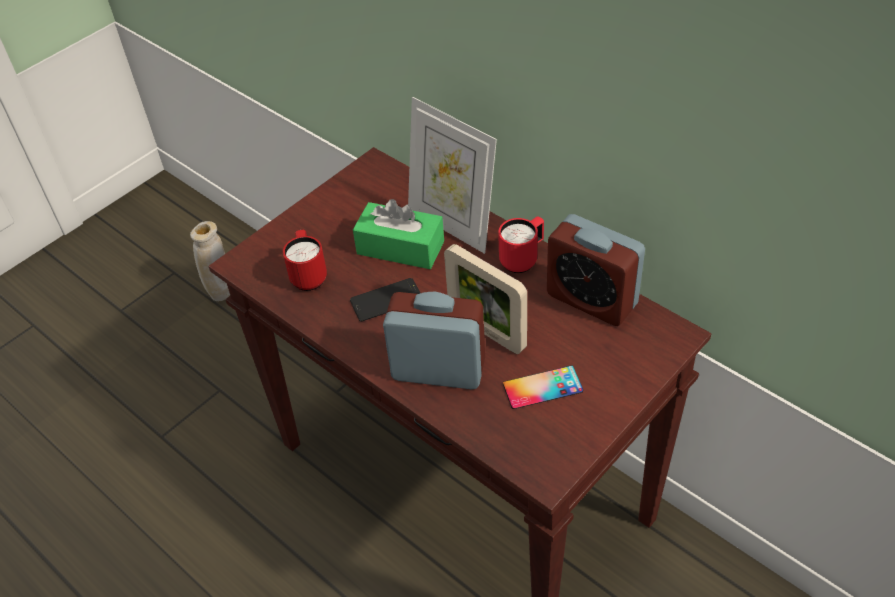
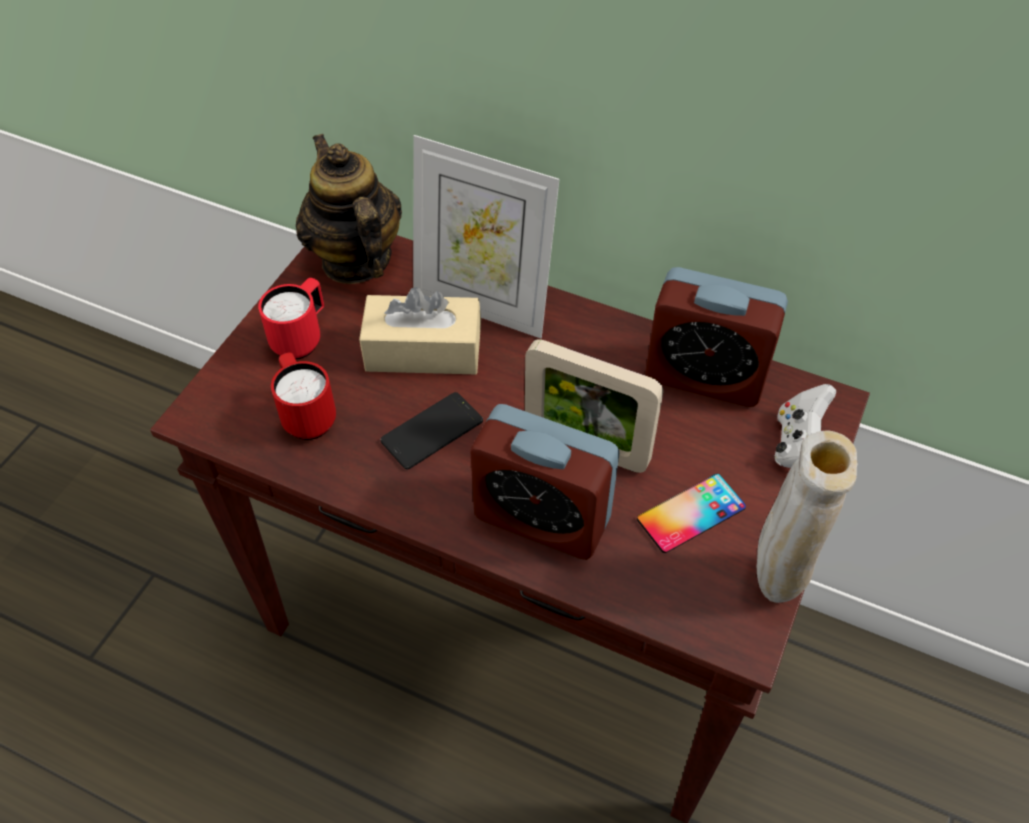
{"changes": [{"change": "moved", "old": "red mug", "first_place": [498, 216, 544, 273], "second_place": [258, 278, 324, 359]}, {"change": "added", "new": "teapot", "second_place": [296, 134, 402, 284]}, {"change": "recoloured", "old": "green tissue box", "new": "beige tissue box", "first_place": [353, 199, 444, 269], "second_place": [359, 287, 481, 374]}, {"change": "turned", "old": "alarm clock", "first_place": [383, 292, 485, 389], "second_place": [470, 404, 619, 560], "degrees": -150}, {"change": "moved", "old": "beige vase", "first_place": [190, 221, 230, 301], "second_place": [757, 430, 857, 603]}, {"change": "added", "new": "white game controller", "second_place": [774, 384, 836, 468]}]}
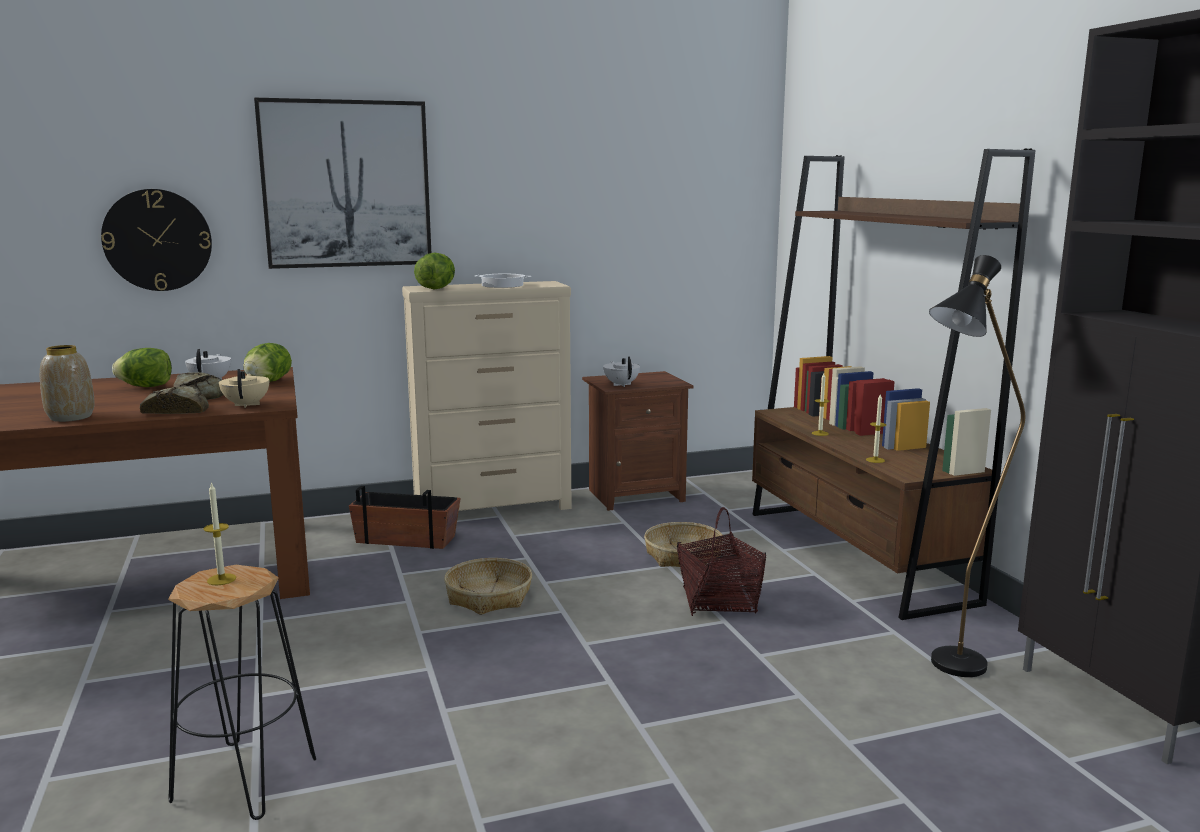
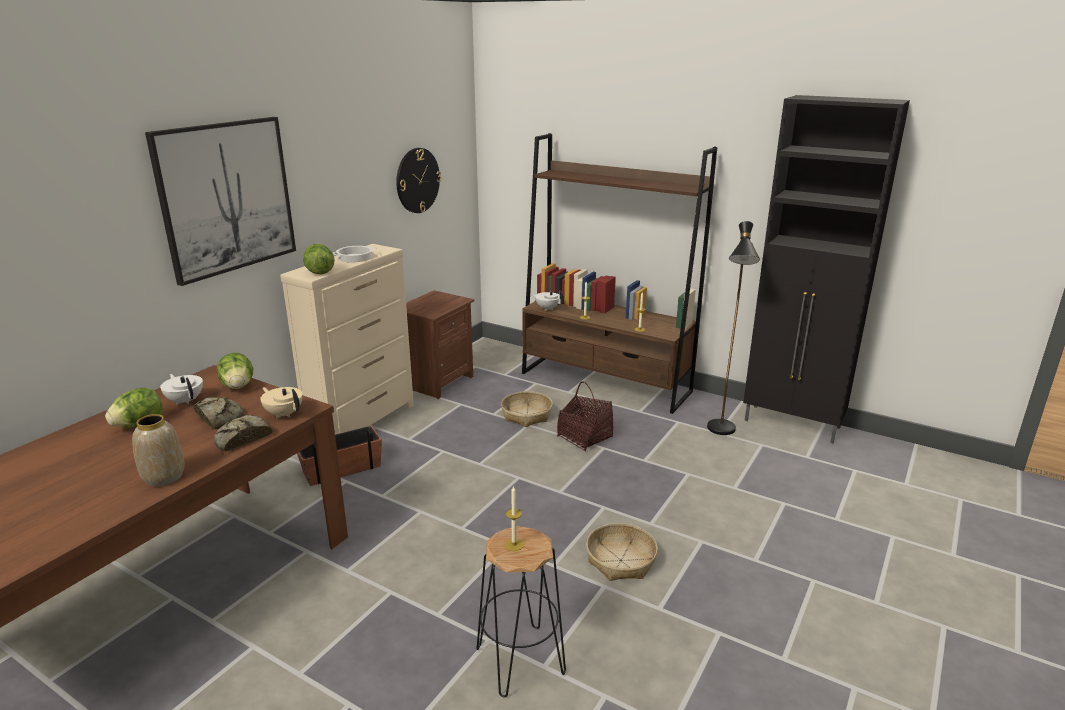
{"changes": [{"change": "moved", "old": "wall clock", "first_place": [101, 189, 212, 291], "second_place": [396, 148, 441, 213]}, {"change": "moved", "old": "white teapot", "first_place": [603, 356, 640, 387], "second_place": [531, 290, 564, 311]}, {"change": "moved", "old": "basket", "first_place": [444, 558, 532, 615], "second_place": [586, 523, 658, 581]}]}
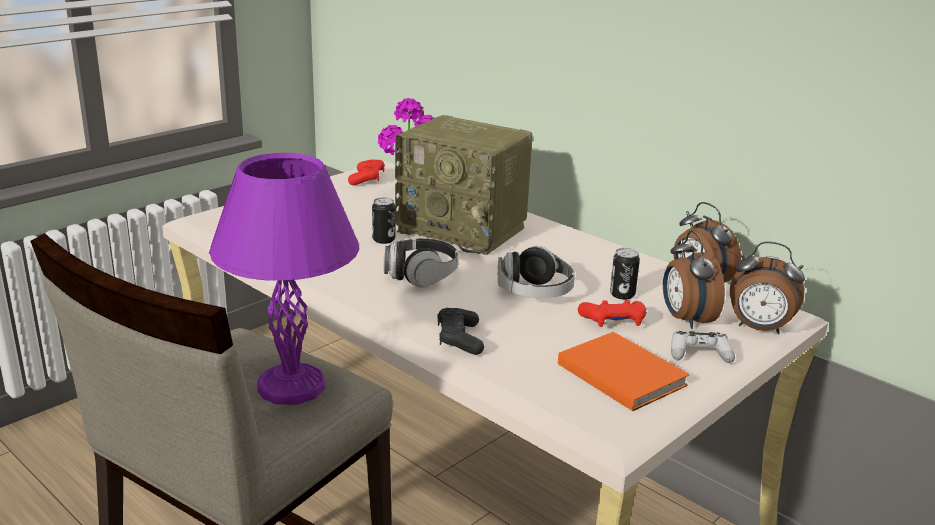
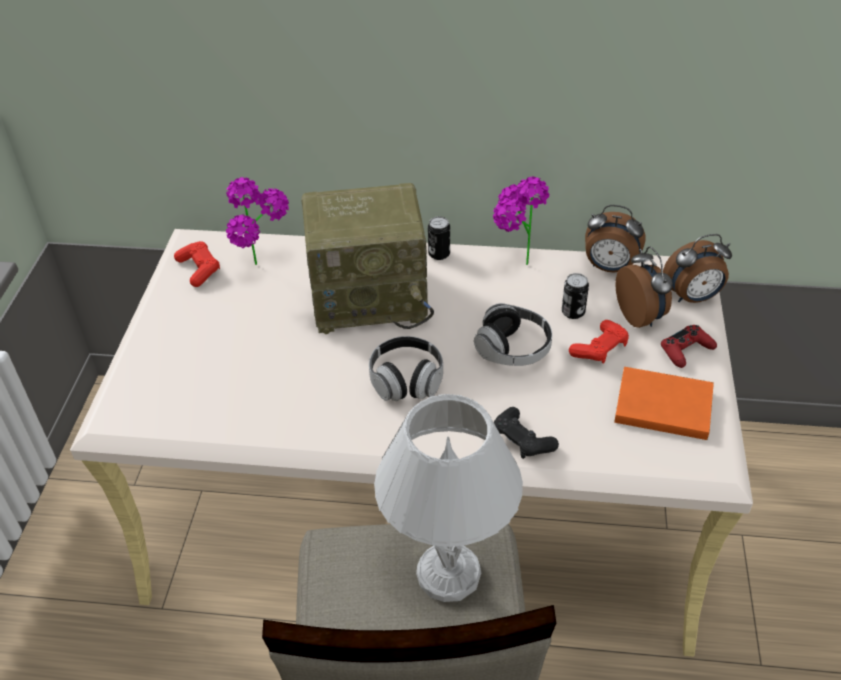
{"changes": [{"change": "recoloured", "old": "purple table lamp", "new": "white table lamp", "first_place": [209, 153, 359, 405], "second_place": [374, 394, 523, 602]}, {"change": "moved", "old": "can", "first_place": [372, 197, 395, 244], "second_place": [428, 216, 450, 260]}, {"change": "added", "new": "potted plant", "second_place": [493, 176, 549, 265]}, {"change": "turned", "old": "alarm clock", "first_place": [663, 231, 725, 329], "second_place": [615, 246, 673, 328], "degrees": -150}, {"change": "recoloured", "old": "white game controller", "new": "red game controller", "first_place": [671, 331, 735, 363], "second_place": [661, 325, 717, 368]}]}
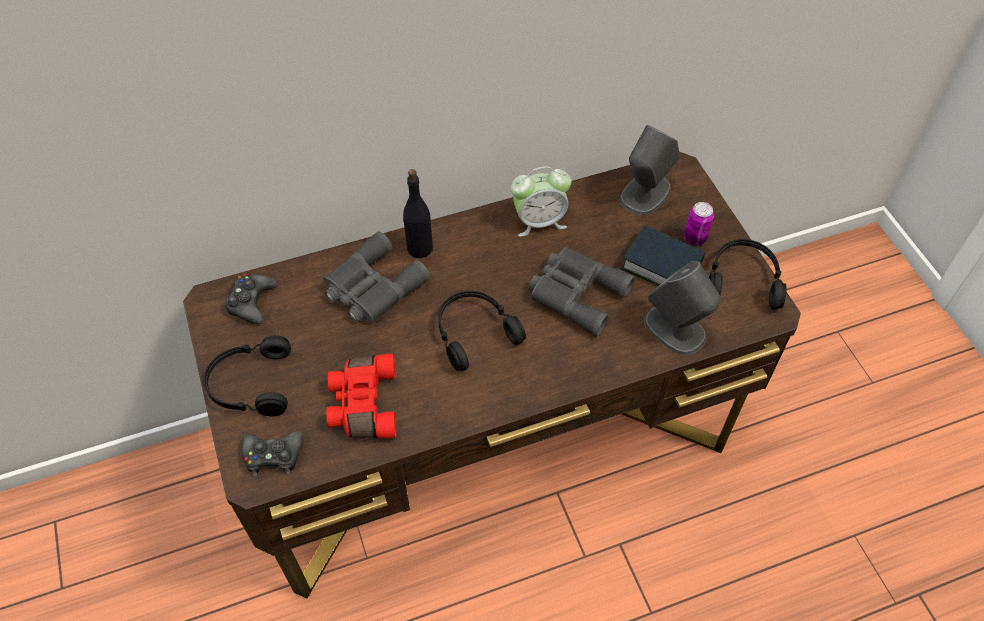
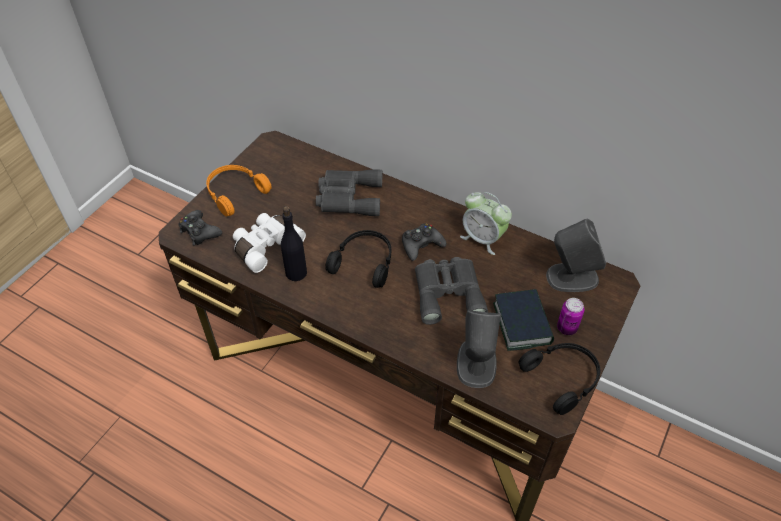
{"changes": [{"change": "recoloured", "old": "black headphones", "new": "orange headphones", "first_place": [204, 335, 291, 416], "second_place": [206, 165, 272, 216]}, {"change": "recoloured", "old": "red binoculars", "new": "white binoculars", "first_place": [326, 354, 396, 438], "second_place": [233, 213, 306, 273]}, {"change": "moved", "old": "black bottle", "first_place": [403, 169, 433, 258], "second_place": [281, 206, 307, 281]}, {"change": "moved", "old": "black game controller", "first_place": [225, 274, 277, 324], "second_place": [402, 223, 446, 261]}]}
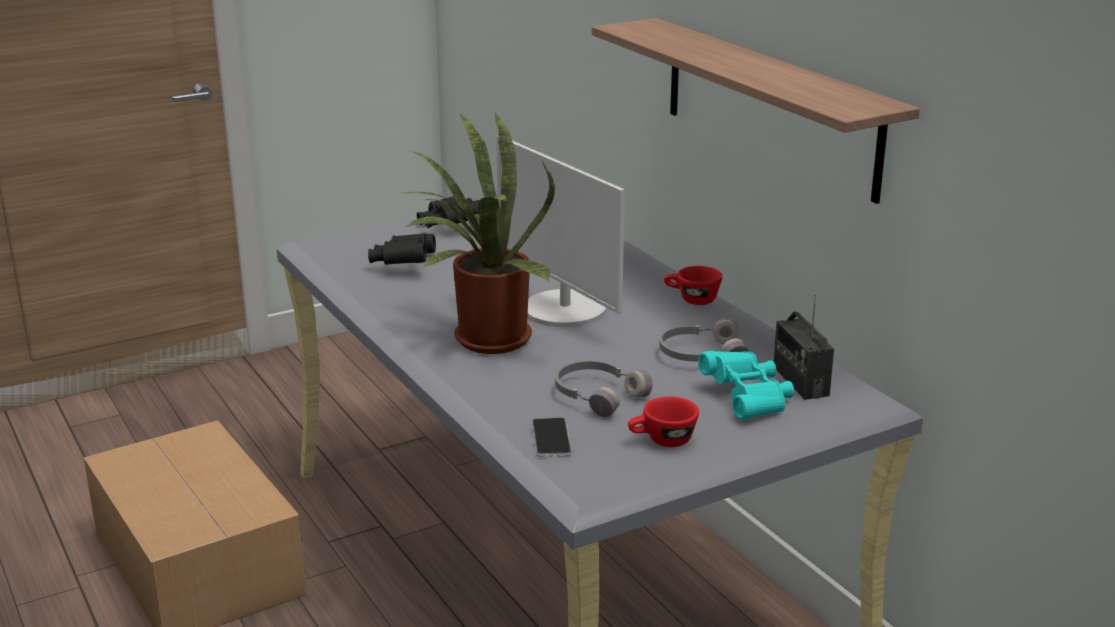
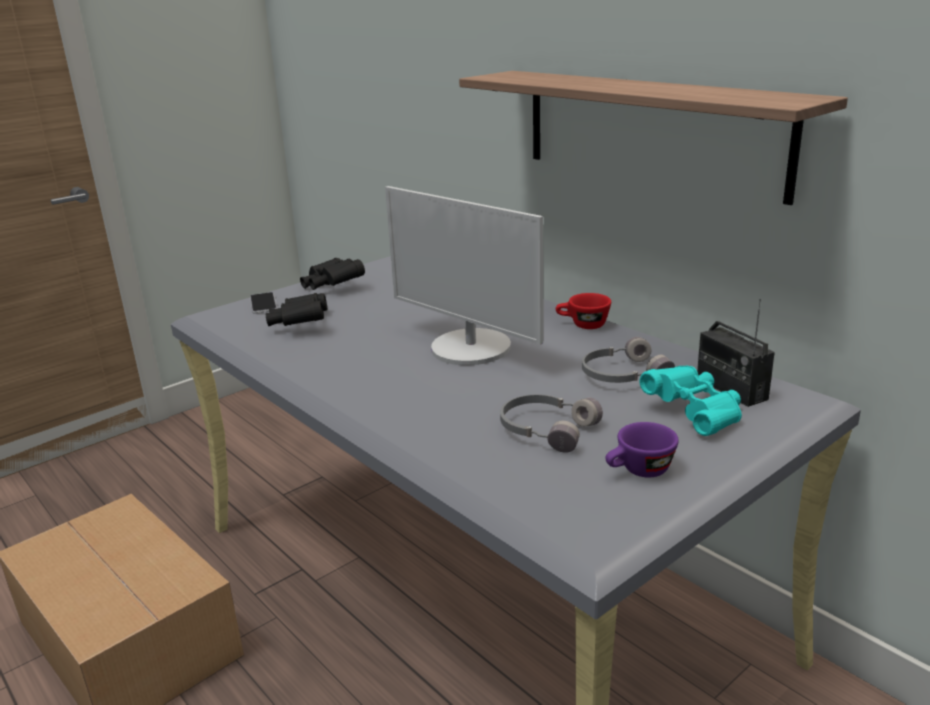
{"changes": [{"change": "moved", "old": "phone", "first_place": [532, 418, 572, 457], "second_place": [250, 292, 277, 314]}, {"change": "recoloured", "old": "red cup", "new": "purple cup", "first_place": [628, 396, 699, 447], "second_place": [606, 422, 679, 478]}, {"change": "removed", "old": "potted plant", "first_place": [405, 112, 555, 354]}]}
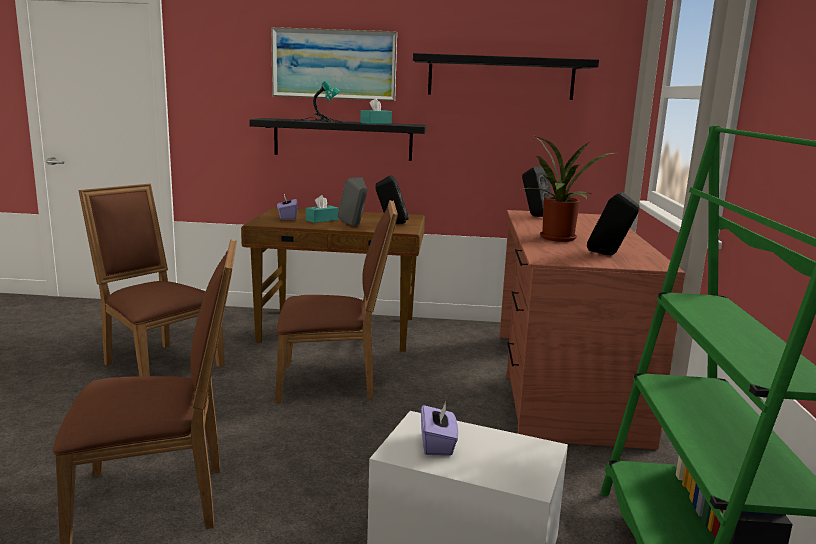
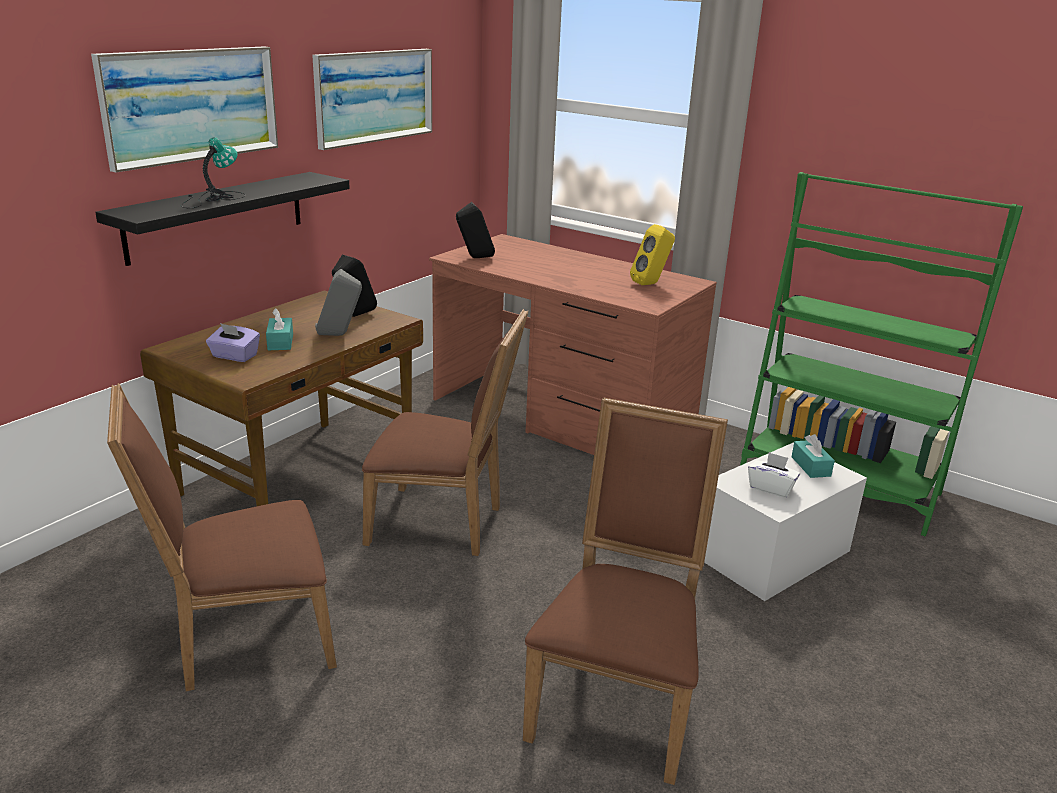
{"changes": [{"change": "replaced", "old": "black shelf", "new": "picture", "first_place": [413, 53, 599, 100], "second_place": [312, 49, 432, 150]}, {"change": "turned", "old": "brown chair", "first_place": [275, 200, 398, 403], "second_place": [362, 309, 528, 556], "degrees": 75}, {"change": "recoloured", "old": "black speaker", "new": "yellow speaker", "first_place": [587, 191, 639, 255], "second_place": [630, 224, 675, 285]}, {"change": "recoloured", "old": "purple tissue box", "new": "white tissue box", "first_place": [421, 402, 458, 456], "second_place": [748, 452, 800, 498]}, {"change": "moved", "old": "turquoise tissue box", "first_place": [360, 98, 392, 124], "second_place": [792, 434, 835, 478]}, {"change": "removed", "old": "potted plant", "first_place": [519, 136, 615, 242]}]}
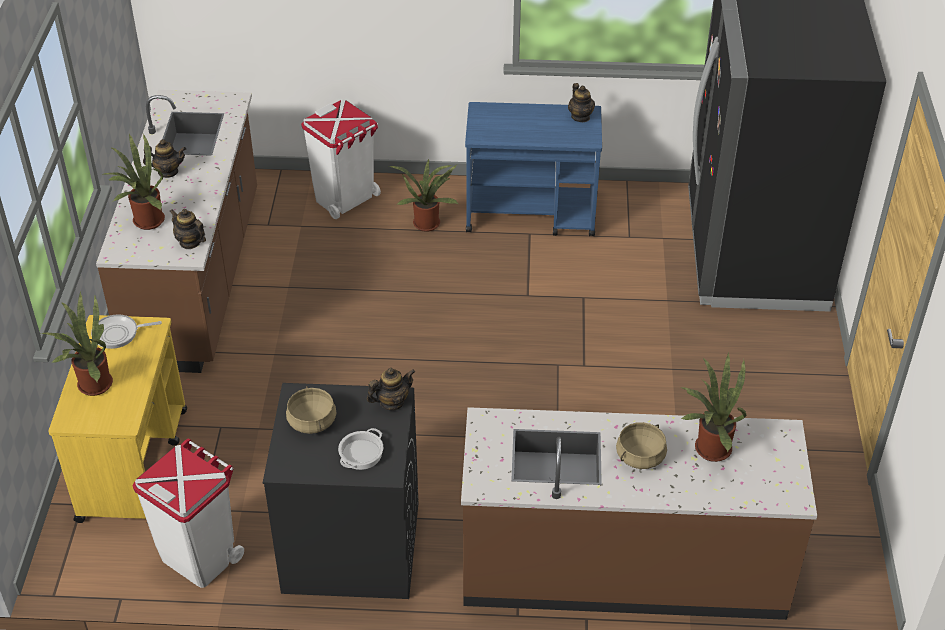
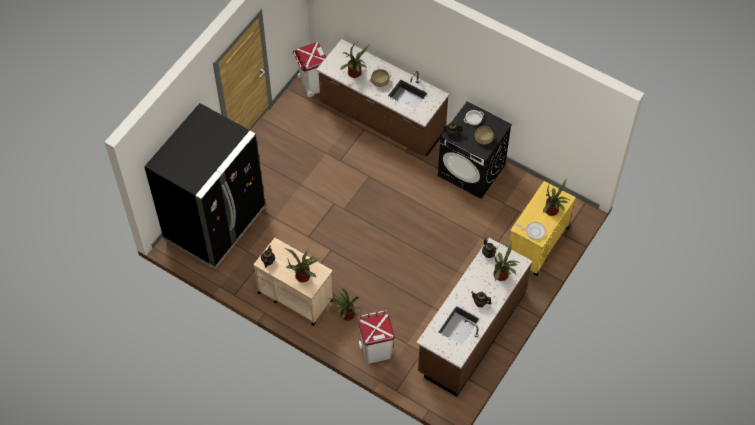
{"changes": [{"change": "recoloured", "old": "blue cart", "new": "beige cart", "first_place": [465, 102, 602, 236], "second_place": [253, 238, 333, 326]}, {"change": "added", "new": "potted plant", "second_place": [285, 248, 320, 283]}, {"change": "moved", "old": "white trash can", "first_place": [133, 438, 244, 588], "second_place": [293, 42, 326, 97]}]}
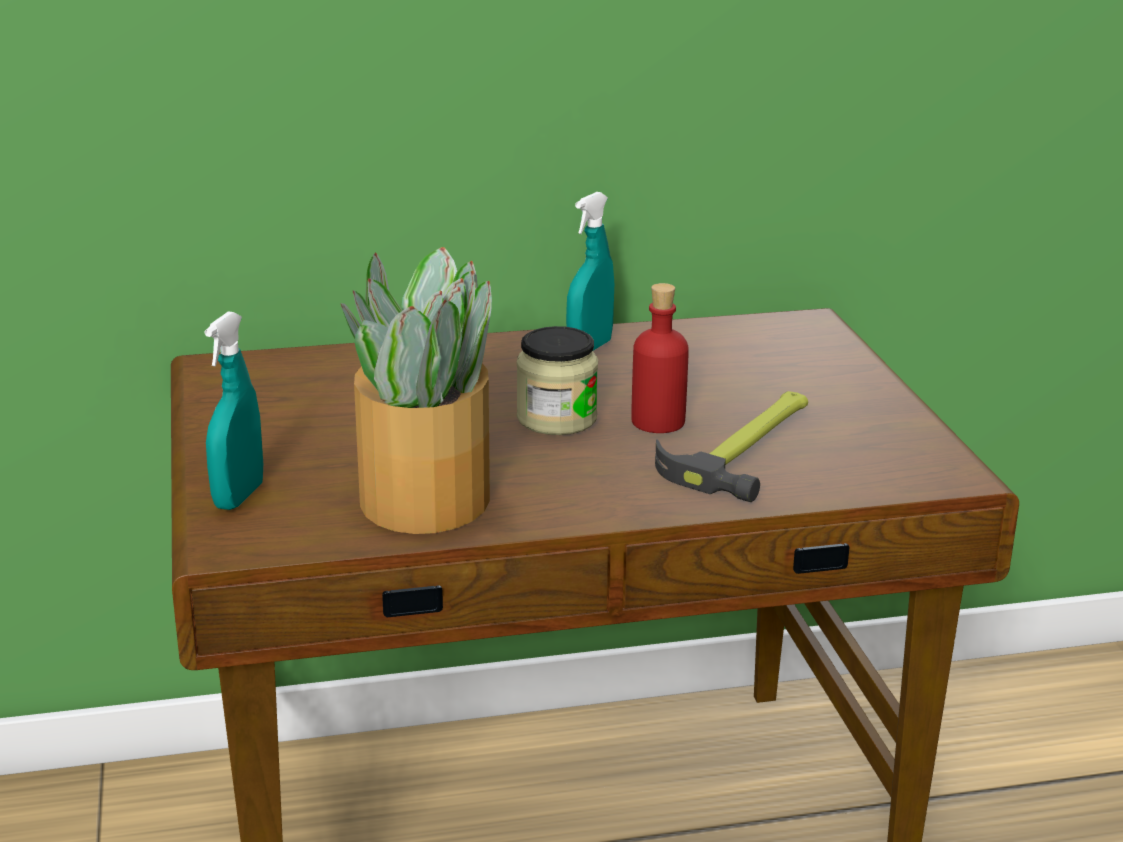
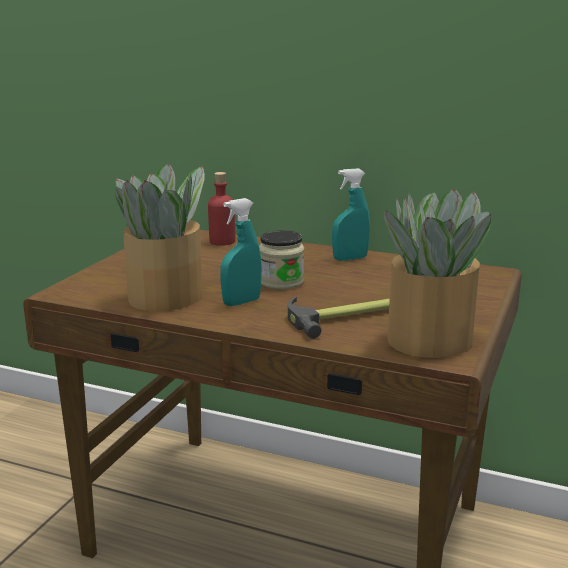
{"changes": [{"change": "moved", "old": "red bottle", "first_place": [632, 283, 689, 433], "second_place": [208, 172, 236, 246]}, {"change": "moved", "old": "turquoise spray bottle", "first_place": [205, 312, 263, 510], "second_place": [220, 198, 262, 306]}, {"change": "added", "new": "potted plant", "second_place": [384, 189, 491, 358]}]}
